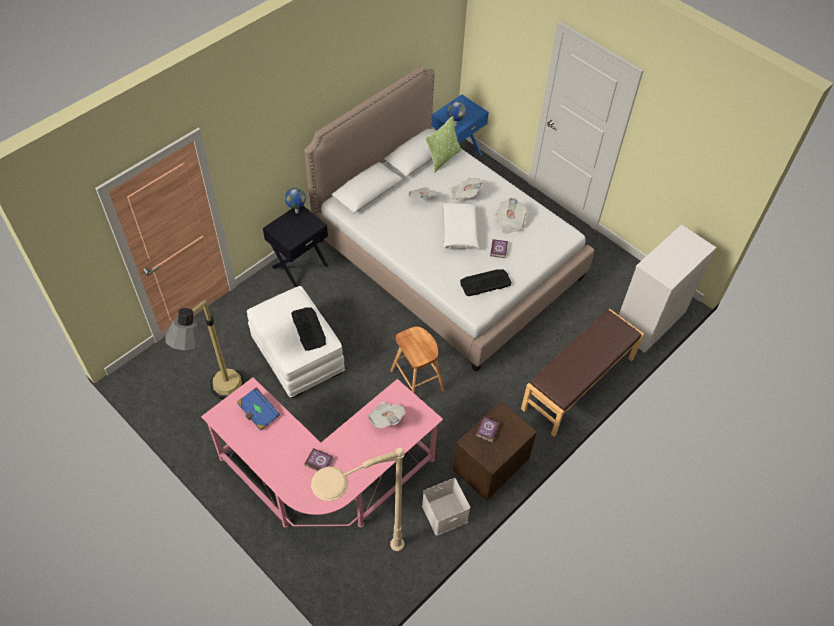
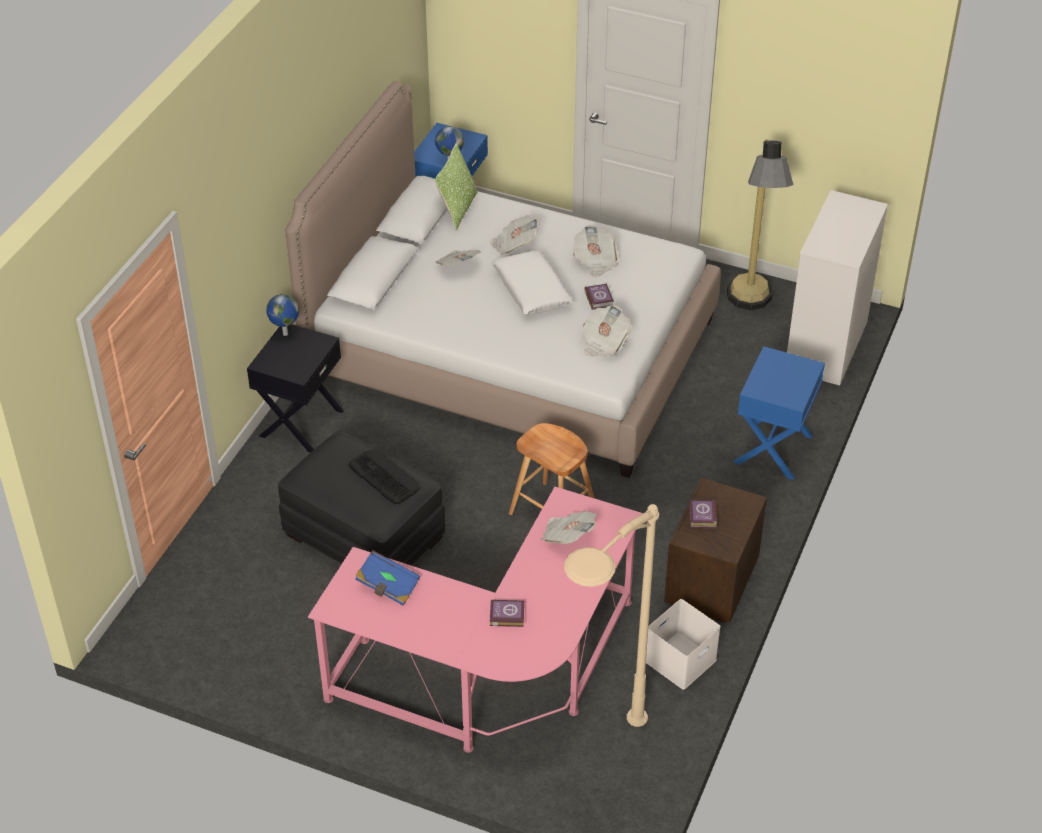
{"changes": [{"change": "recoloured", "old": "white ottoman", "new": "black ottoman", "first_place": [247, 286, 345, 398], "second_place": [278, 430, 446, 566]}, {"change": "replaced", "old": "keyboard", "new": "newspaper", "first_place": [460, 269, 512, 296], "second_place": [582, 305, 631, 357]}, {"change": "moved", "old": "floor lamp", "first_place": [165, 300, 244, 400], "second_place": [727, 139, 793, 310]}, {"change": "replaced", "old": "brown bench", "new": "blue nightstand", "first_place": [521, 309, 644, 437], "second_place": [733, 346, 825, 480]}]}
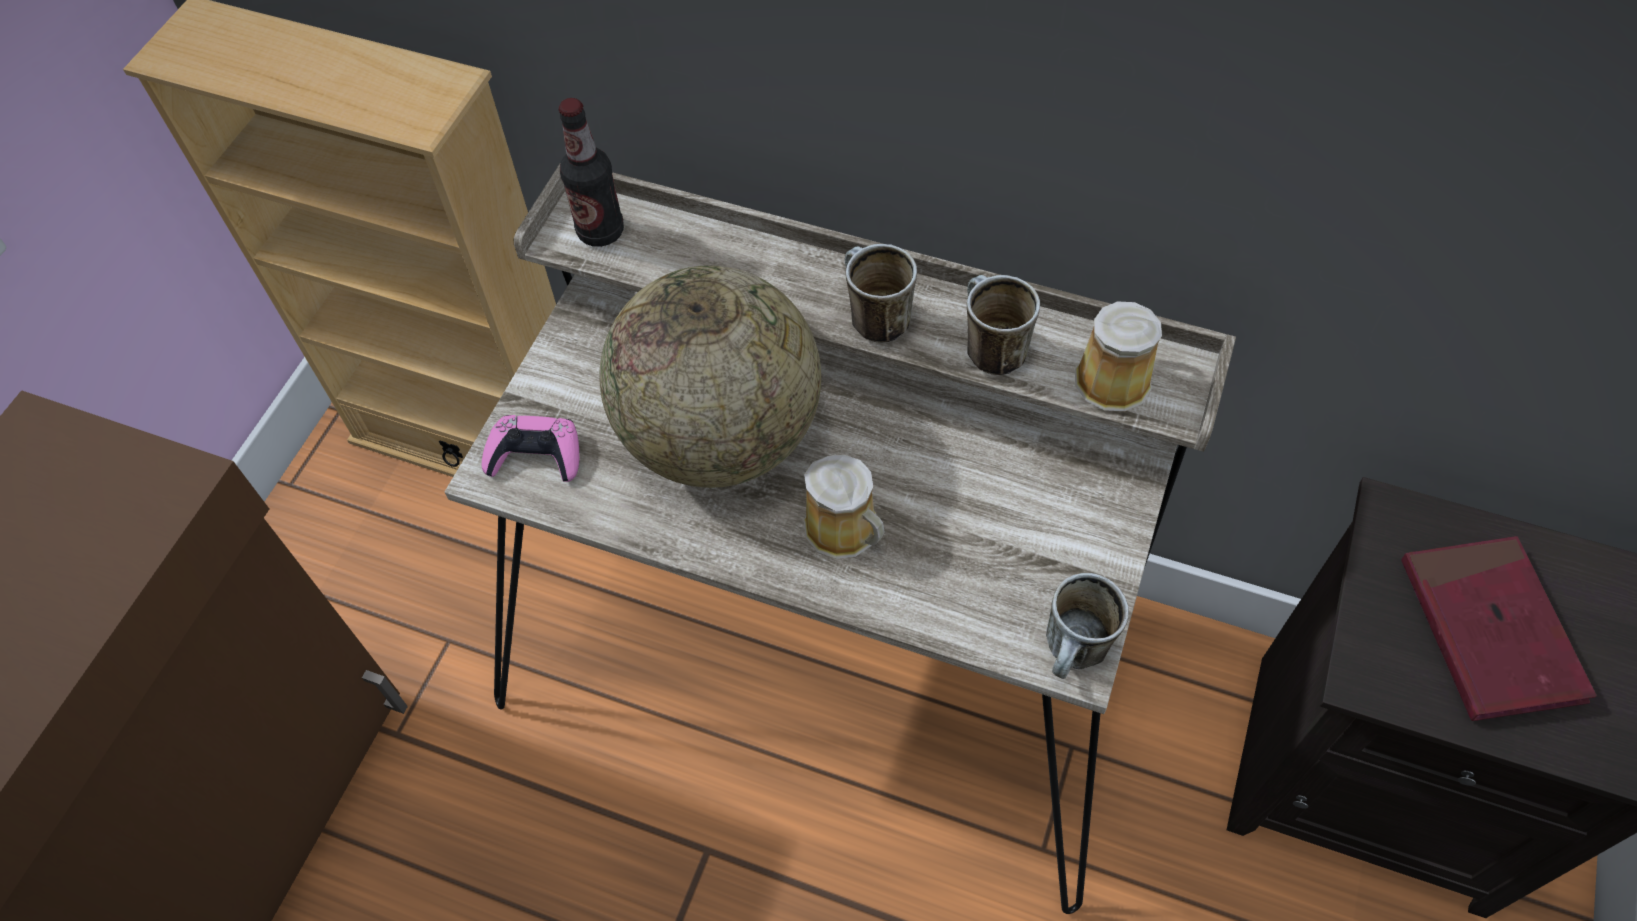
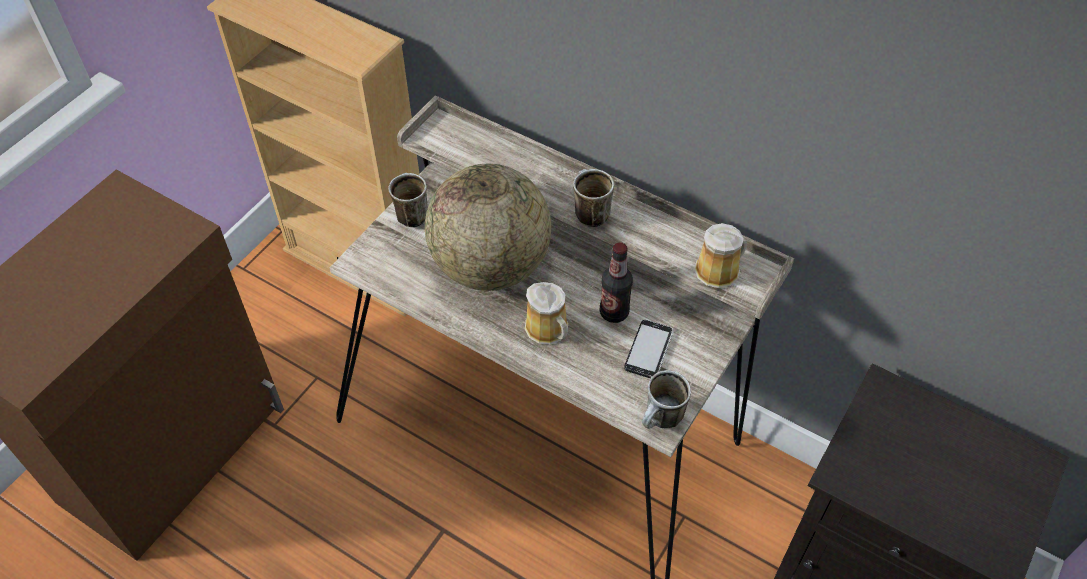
{"changes": [{"change": "moved", "old": "mug", "first_place": [967, 275, 1040, 375], "second_place": [388, 173, 428, 227]}, {"change": "moved", "old": "bottle", "first_place": [559, 98, 624, 247], "second_place": [600, 242, 633, 323]}, {"change": "added", "new": "phone", "second_place": [624, 320, 674, 378]}, {"change": "removed", "old": "pink game controller", "first_place": [481, 415, 579, 482]}, {"change": "removed", "old": "red book", "first_place": [1401, 536, 1596, 721]}]}
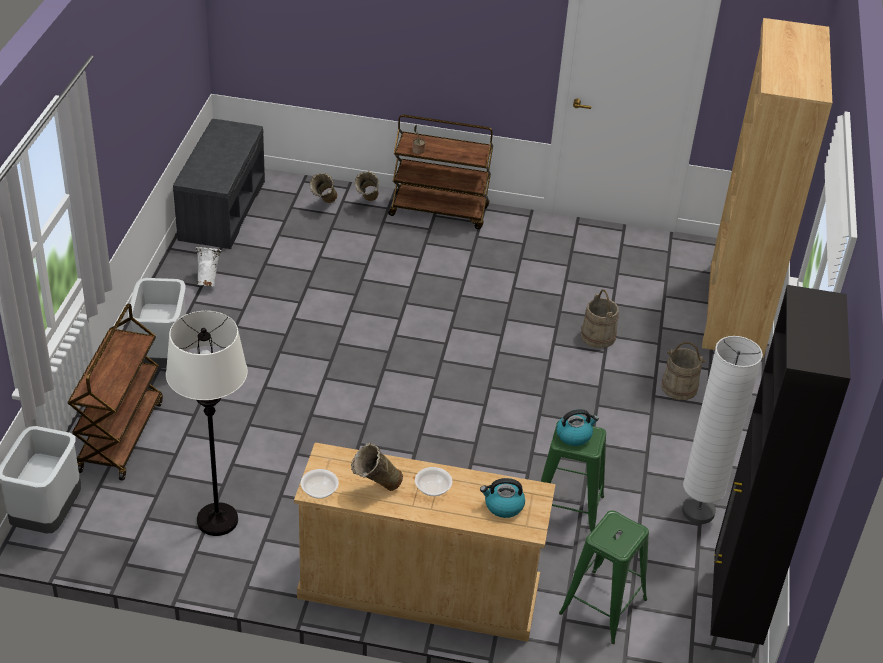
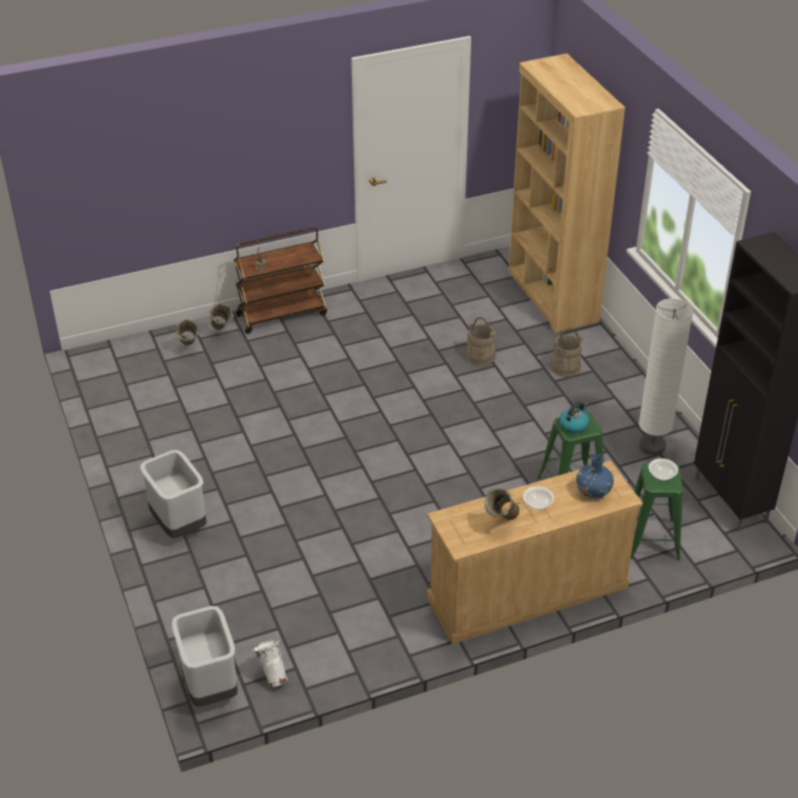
{"changes": [{"change": "moved", "old": "white vase", "first_place": [196, 247, 222, 286], "second_place": [251, 640, 287, 687]}, {"change": "replaced", "old": "kettle", "new": "blue vase", "first_place": [480, 478, 525, 518], "second_place": [576, 454, 614, 499]}, {"change": "moved", "old": "bowl", "first_place": [301, 469, 339, 499], "second_place": [649, 458, 678, 480]}, {"change": "removed", "old": "brown cart", "first_place": [68, 303, 163, 481]}, {"change": "removed", "old": "white floor lamp", "first_place": [166, 311, 248, 536]}, {"change": "removed", "old": "grey bench", "first_place": [173, 119, 265, 249]}]}
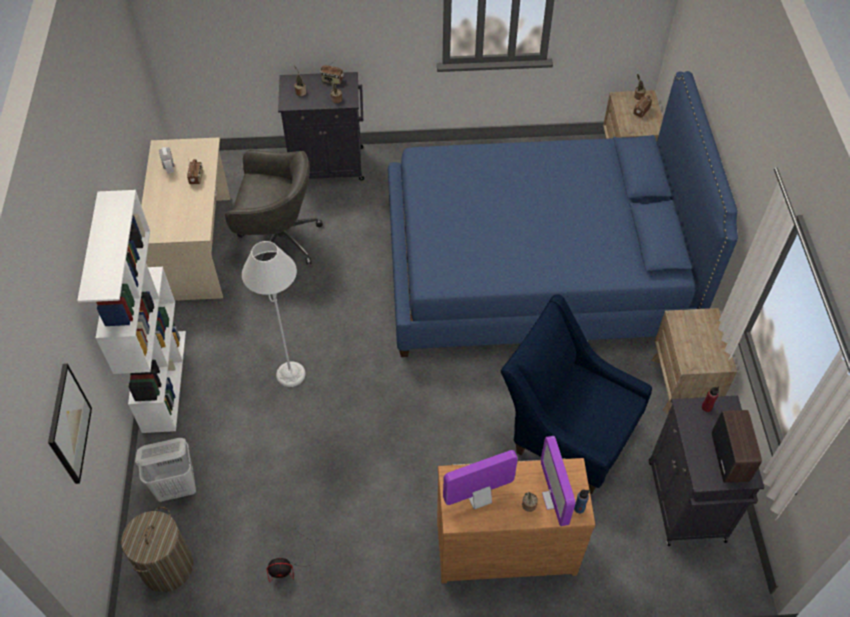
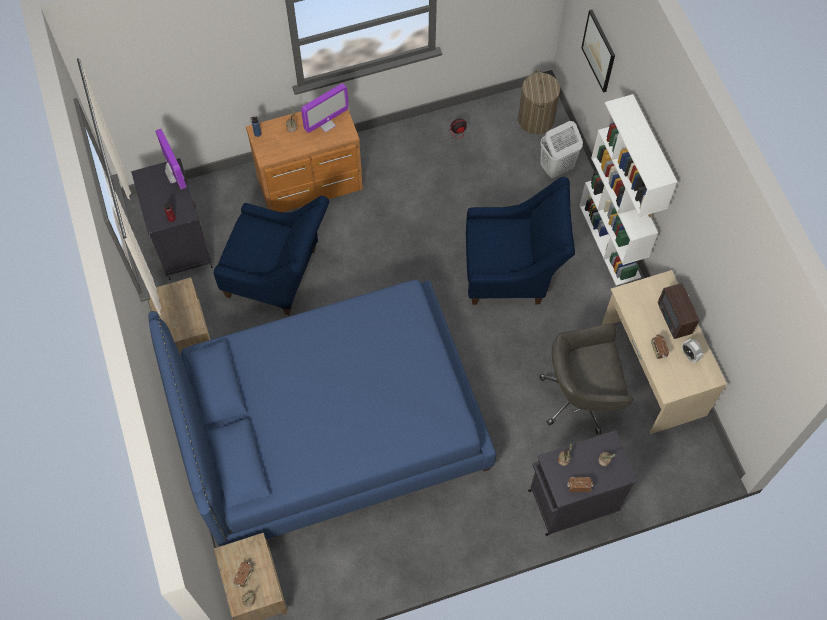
{"changes": [{"change": "moved", "old": "monitor", "first_place": [541, 436, 575, 526], "second_place": [155, 129, 186, 189]}, {"change": "replaced", "old": "grey floor lamp", "new": "blue armchair", "first_place": [242, 241, 306, 387], "second_place": [466, 177, 575, 305]}, {"change": "moved", "old": "radio", "first_place": [712, 410, 762, 483], "second_place": [658, 283, 699, 339]}]}
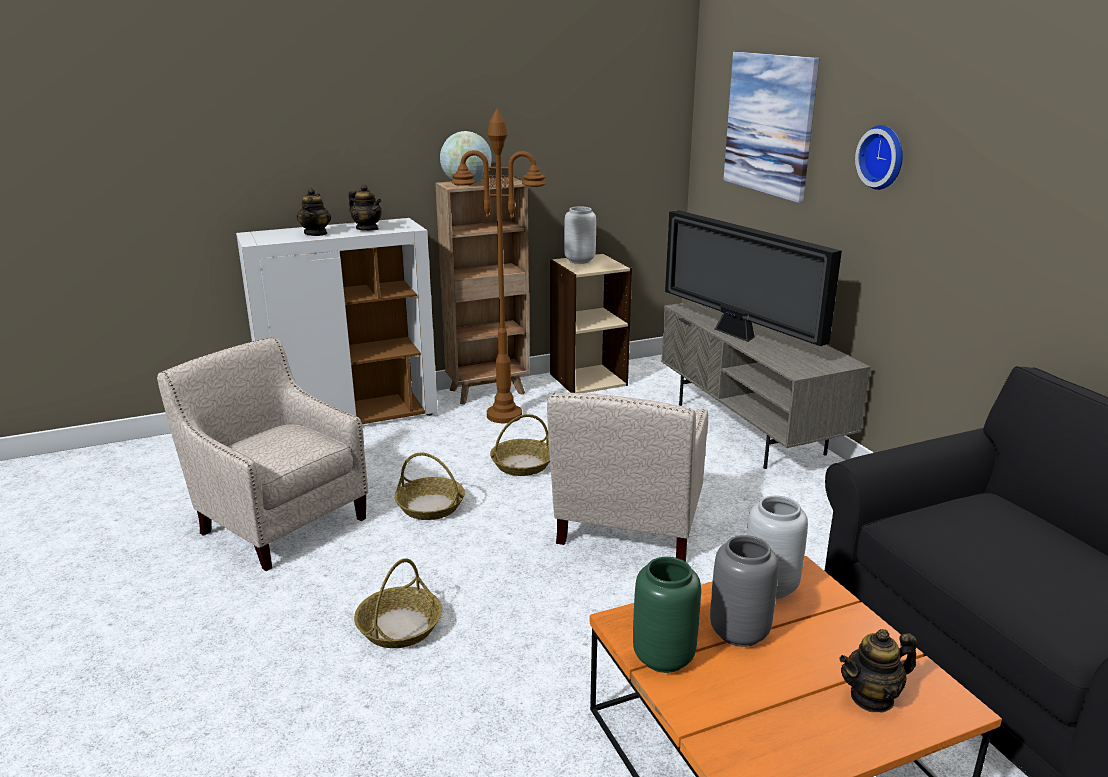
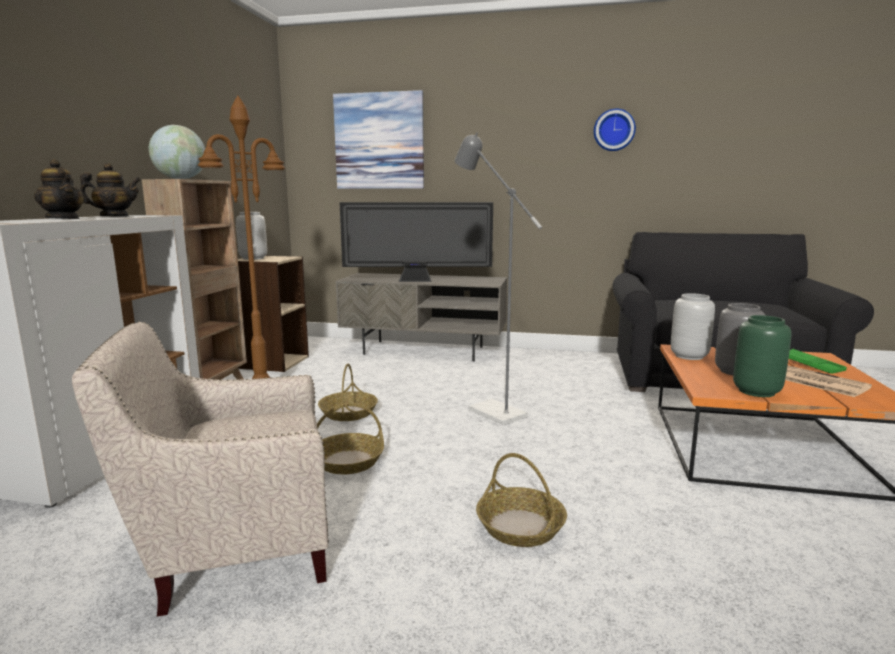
{"changes": [{"change": "replaced", "old": "beige armchair", "new": "grey floor lamp", "first_place": [547, 393, 708, 562], "second_place": [454, 132, 542, 425]}, {"change": "moved", "old": "wall clock", "first_place": [855, 125, 903, 190], "second_place": [594, 109, 636, 151]}, {"change": "added", "new": "newspaper", "second_place": [785, 365, 872, 397]}, {"change": "replaced", "old": "teapot", "new": "green tray", "first_place": [839, 629, 917, 713], "second_place": [789, 349, 847, 374]}]}
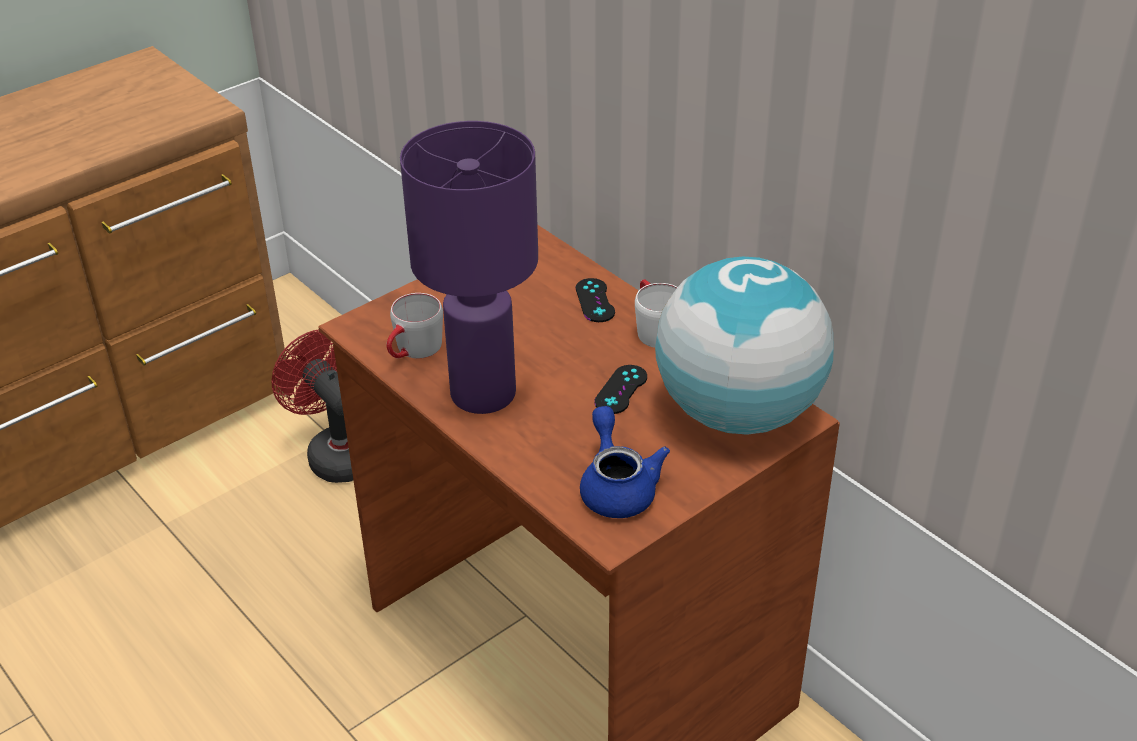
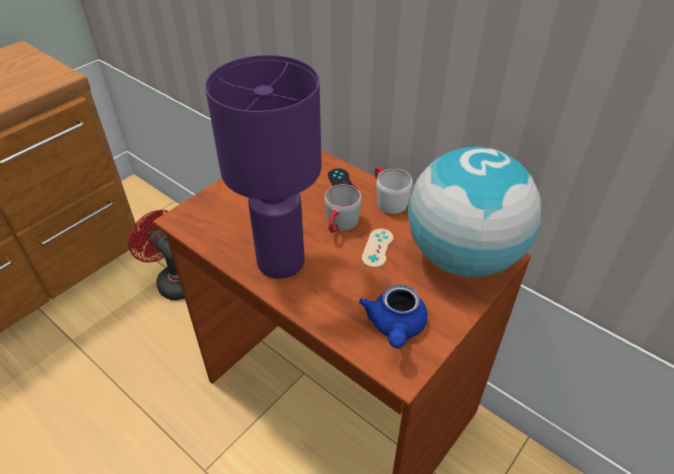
{"changes": [{"change": "moved", "old": "grey mug", "first_place": [386, 293, 443, 358], "second_place": [324, 184, 362, 233]}, {"change": "turned", "old": "blue teapot", "first_place": [580, 406, 670, 518], "second_place": [359, 284, 428, 348], "degrees": -150}, {"change": "recoloured", "old": "black game controller", "new": "beige game controller", "first_place": [594, 365, 647, 414], "second_place": [361, 229, 393, 268]}]}
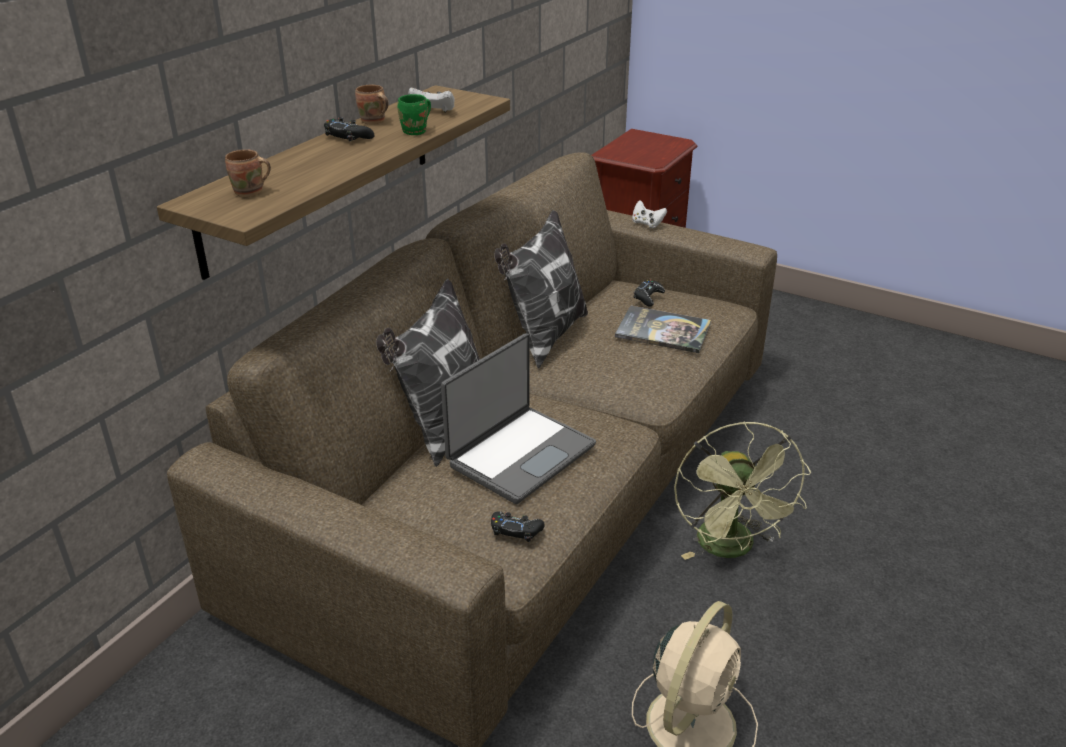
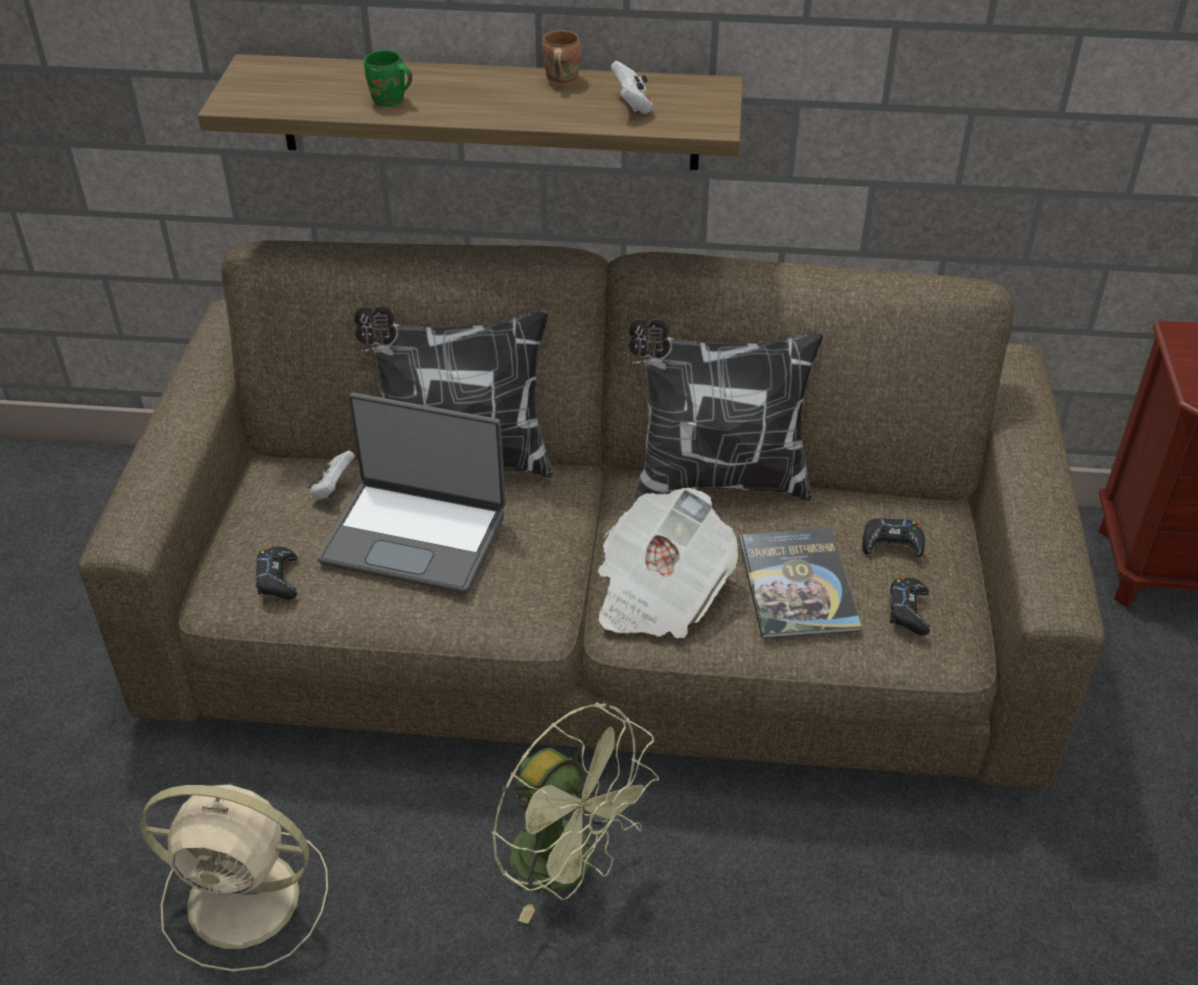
{"changes": [{"change": "moved", "old": "white game controller", "first_place": [632, 200, 667, 228], "second_place": [308, 450, 355, 500]}, {"change": "moved", "old": "green mug", "first_place": [397, 94, 431, 135], "second_place": [364, 50, 412, 107]}, {"change": "turned", "old": "green fan", "first_place": [674, 421, 811, 560], "second_place": [492, 702, 659, 924], "degrees": -105}, {"change": "added", "new": "newspaper", "second_place": [598, 488, 738, 638]}, {"change": "moved", "old": "black game controller", "first_place": [324, 117, 374, 142], "second_place": [890, 577, 930, 635]}, {"change": "removed", "old": "brown mug", "first_place": [225, 149, 271, 197]}]}
